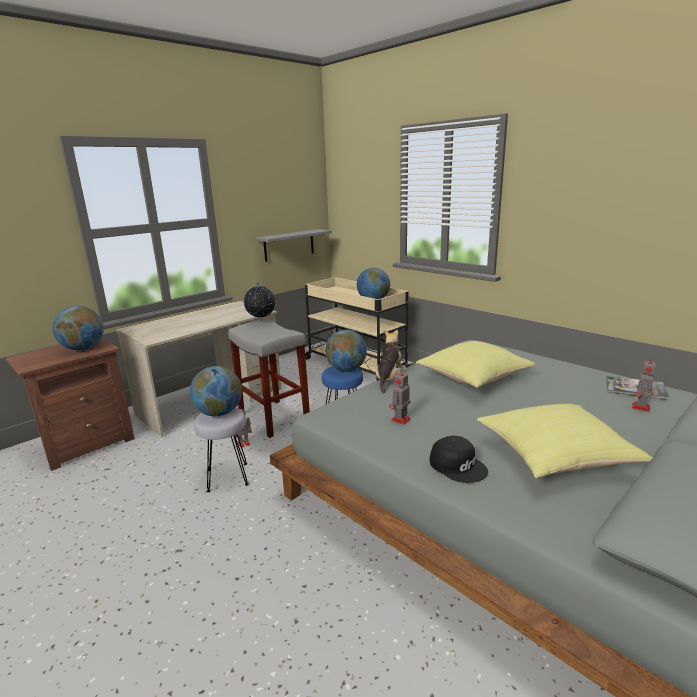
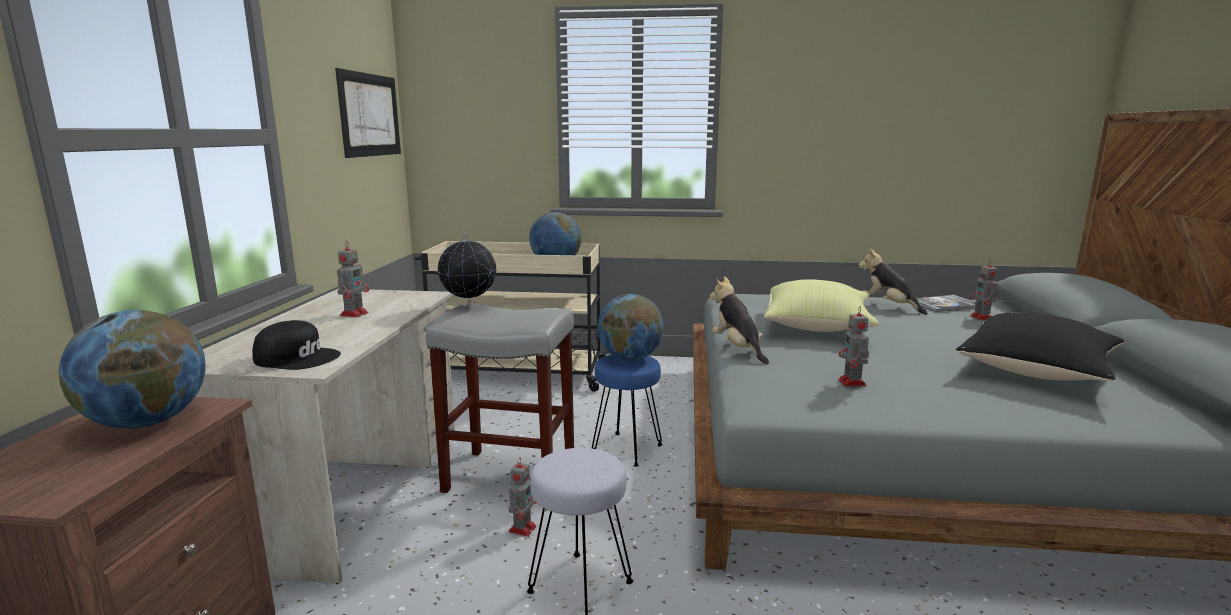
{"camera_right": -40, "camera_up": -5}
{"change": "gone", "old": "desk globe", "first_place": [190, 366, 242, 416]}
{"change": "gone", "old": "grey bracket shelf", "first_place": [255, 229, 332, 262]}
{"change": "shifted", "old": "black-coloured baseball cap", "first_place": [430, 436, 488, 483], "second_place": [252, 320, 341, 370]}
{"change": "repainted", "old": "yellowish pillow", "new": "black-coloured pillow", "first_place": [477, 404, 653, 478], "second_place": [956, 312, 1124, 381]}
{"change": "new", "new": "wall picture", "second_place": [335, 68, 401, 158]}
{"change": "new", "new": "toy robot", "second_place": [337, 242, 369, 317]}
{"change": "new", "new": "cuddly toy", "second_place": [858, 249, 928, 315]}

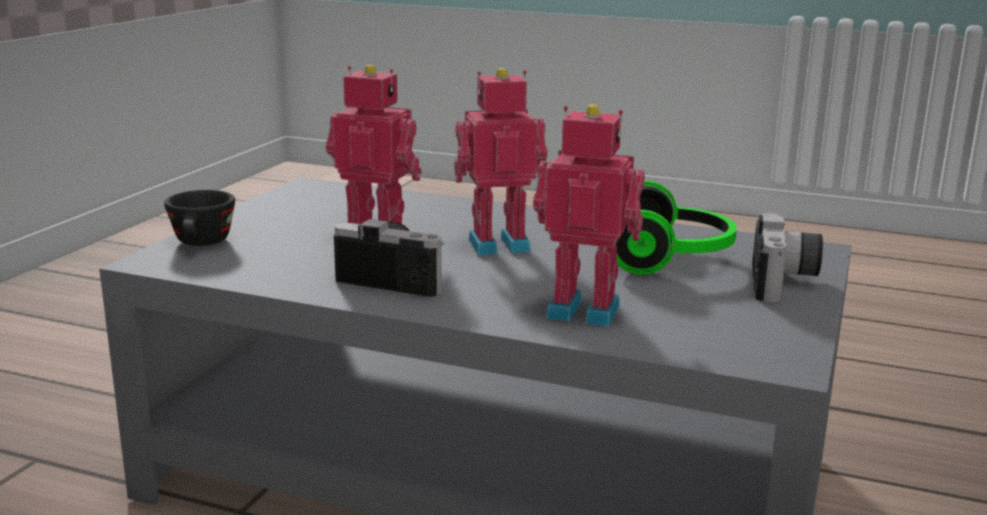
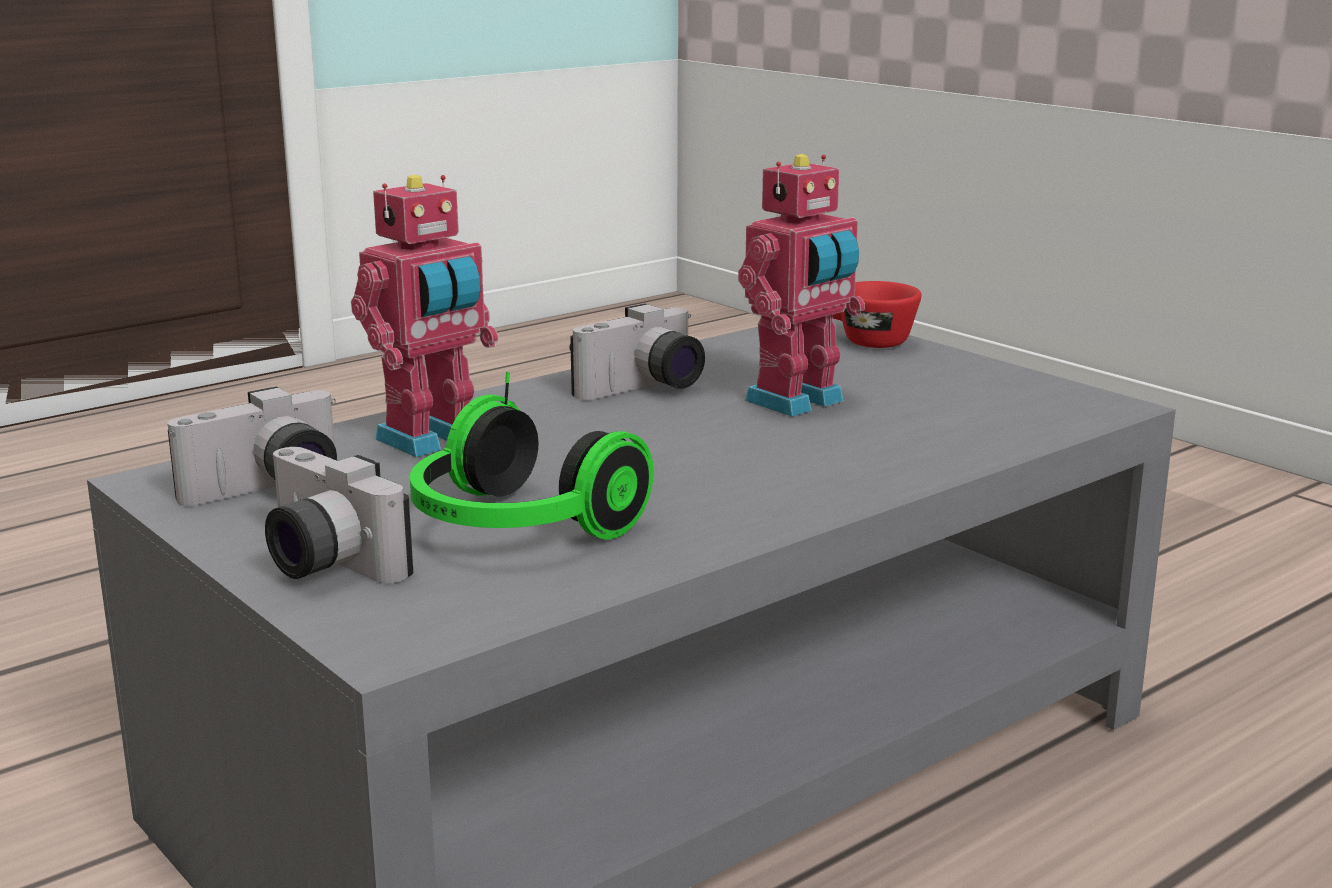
{"camera_right": 120, "camera_up": 0}
{"change": "repainted", "old": "black-coloured drinking cup", "new": "reddish drinking cup", "first_place": [164, 190, 235, 246], "second_place": [833, 281, 922, 348]}
{"change": "gone", "old": "toy robot", "first_place": [454, 68, 548, 255]}
{"change": "new", "new": "photo camera", "second_place": [168, 386, 337, 506]}

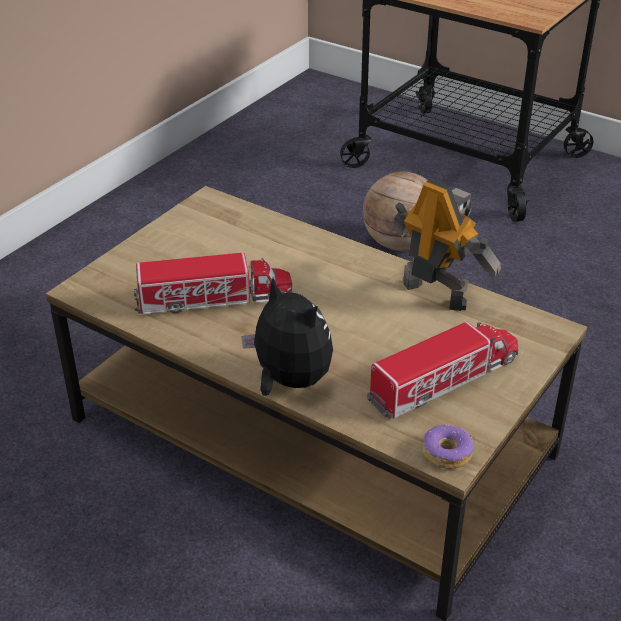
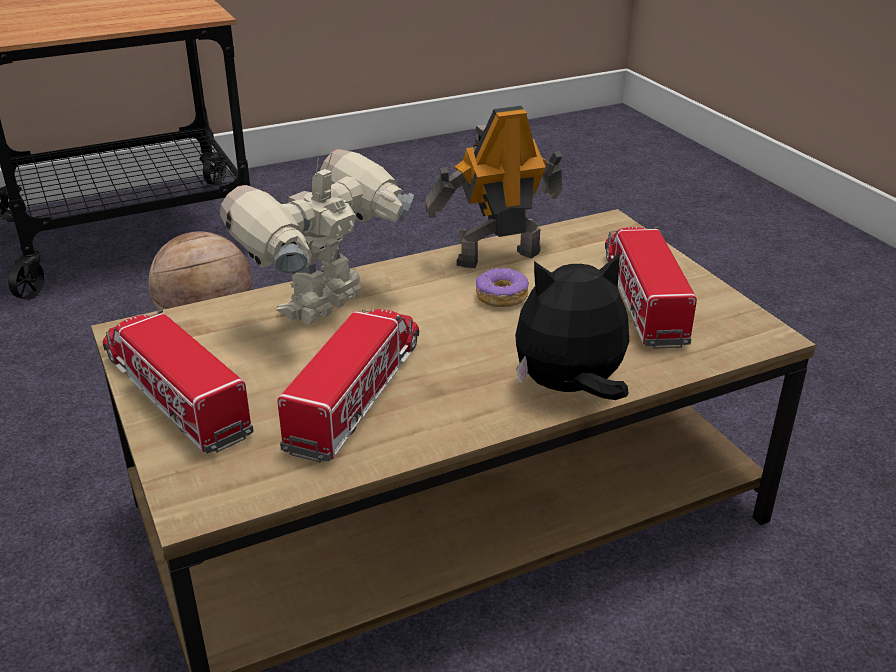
{"camera_right": -60, "camera_up": -5}
{"change": "shifted", "old": "doughnut", "first_place": [423, 425, 474, 469], "second_place": [476, 267, 529, 307]}
{"change": "new", "new": "toy truck", "second_place": [103, 309, 254, 453]}
{"change": "new", "new": "toy robot", "second_place": [220, 149, 414, 325]}

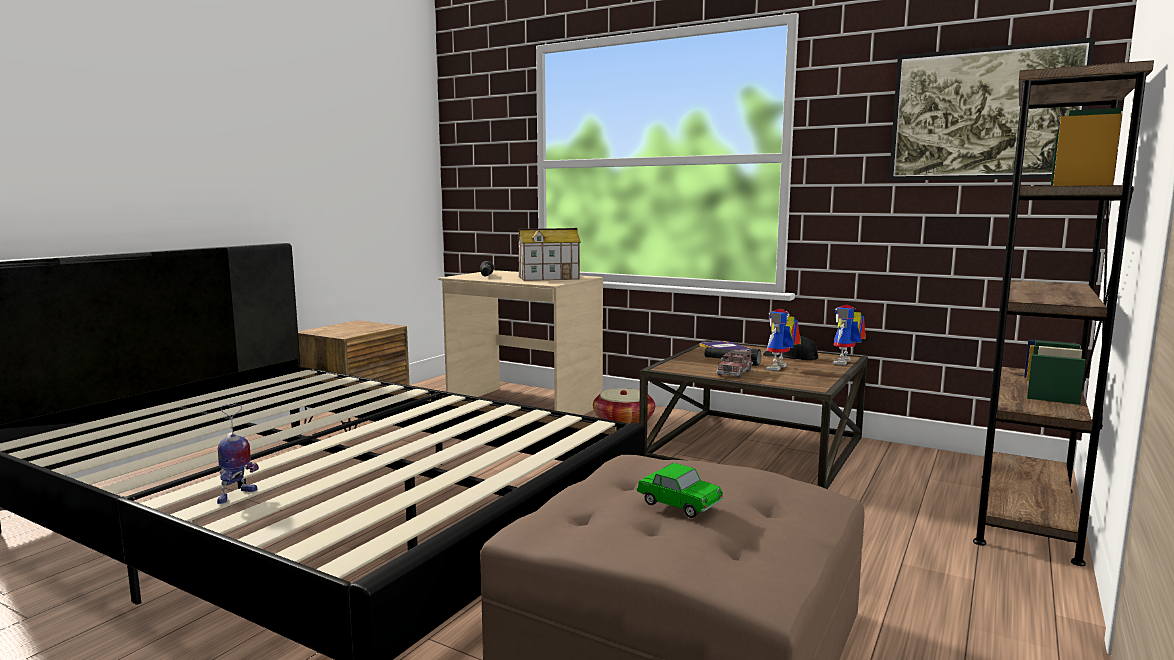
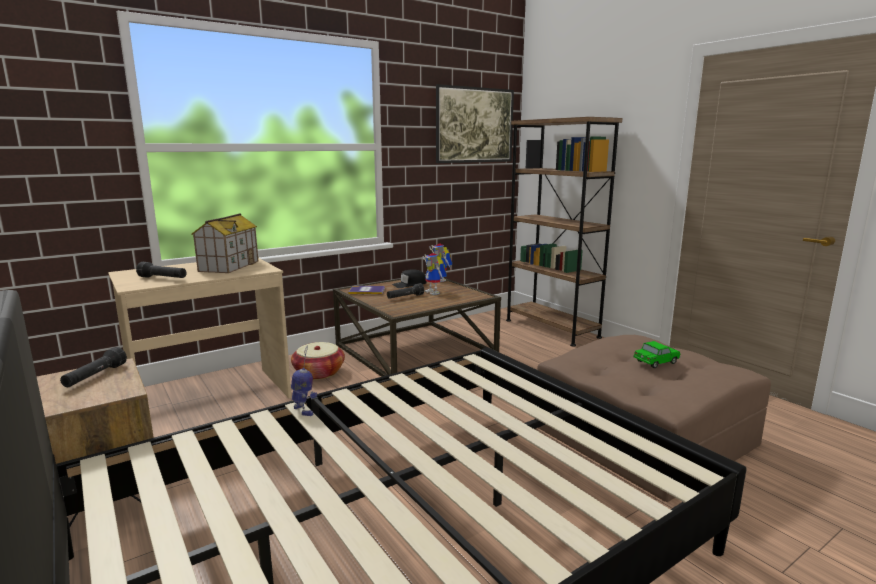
{"camera_right": -65, "camera_up": 5}
{"change": "shifted", "old": "toy robot", "first_place": [217, 404, 259, 504], "second_place": [291, 345, 317, 416]}
{"change": "gone", "old": "toy truck", "first_place": [716, 348, 753, 378]}
{"change": "new", "new": "black-coloured flashlight", "second_place": [60, 347, 127, 387]}

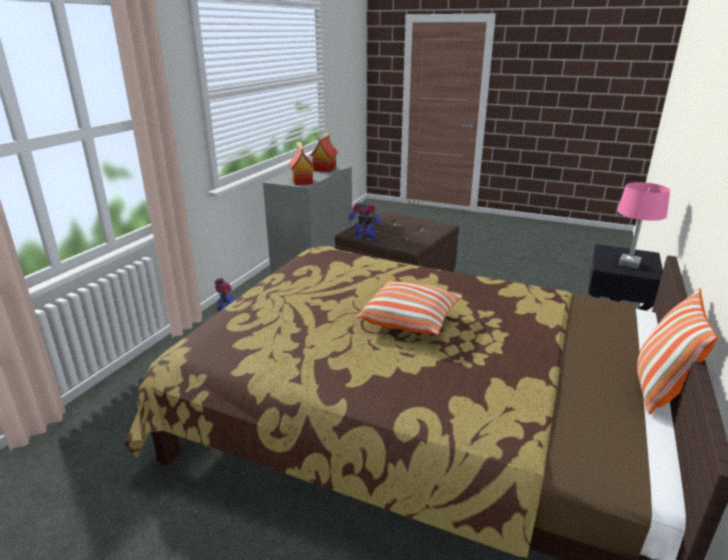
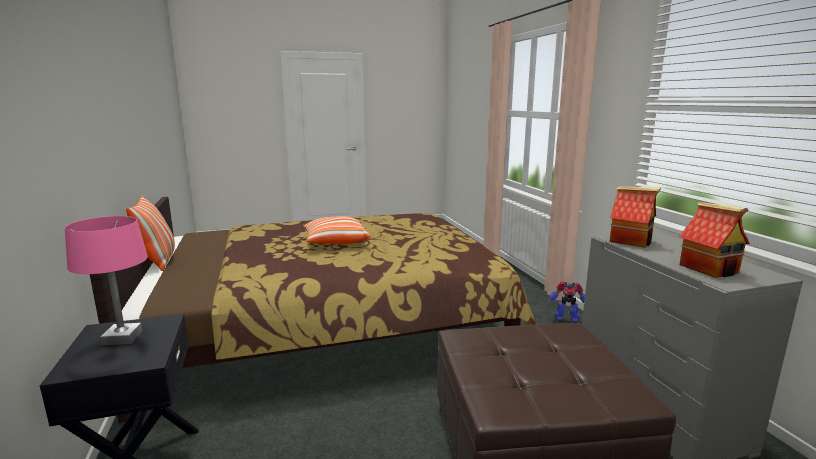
{"camera_right": 140, "camera_up": -10}
{"change": "gone", "old": "toy robot", "first_place": [348, 202, 383, 241]}

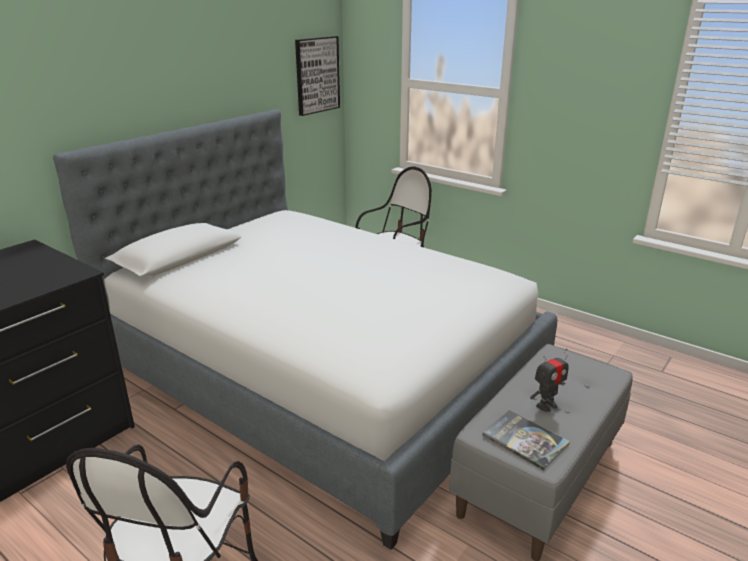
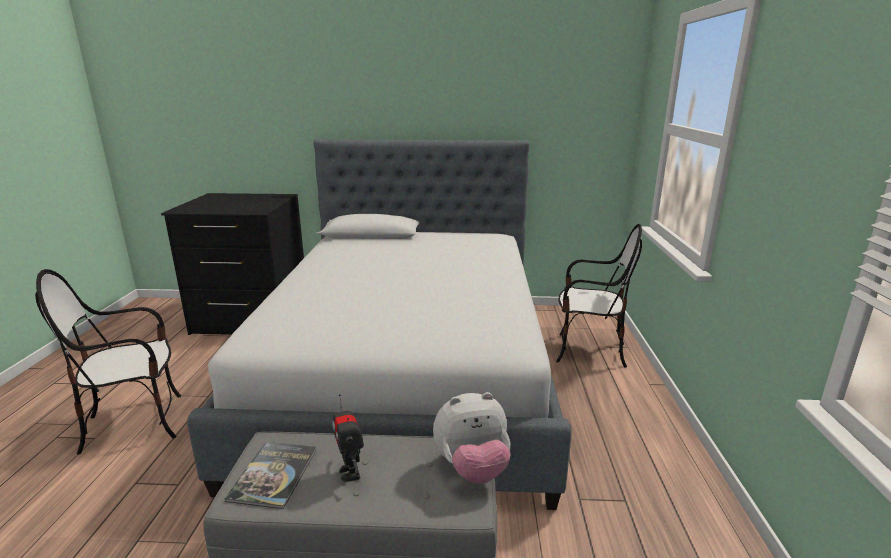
{"camera_right": 55, "camera_up": -5}
{"change": "gone", "old": "wall picture", "first_place": [295, 36, 340, 116]}
{"change": "rotated", "old": "toy robot", "first_place": [530, 348, 569, 412], "second_place": [332, 394, 364, 482], "degrees": 45}
{"change": "new", "new": "cuddly toy", "second_place": [433, 392, 511, 484]}

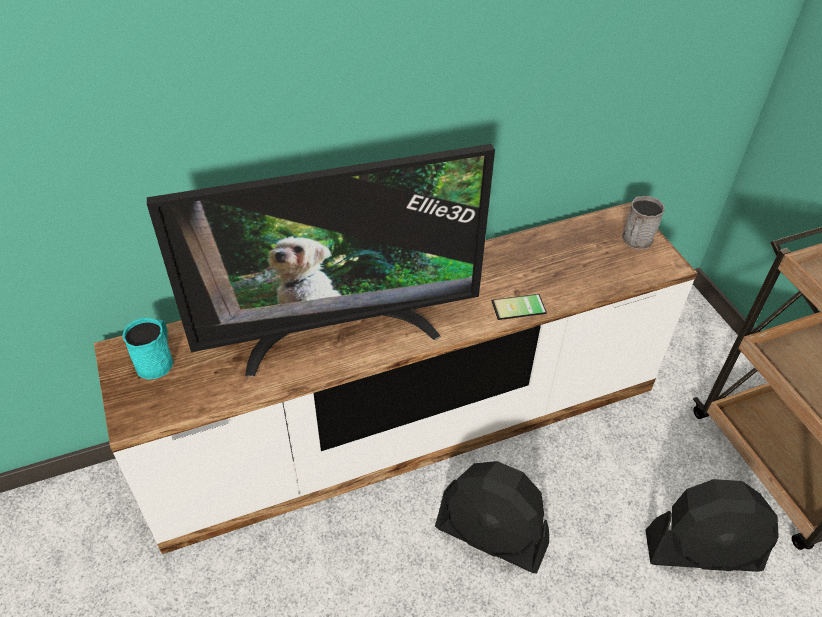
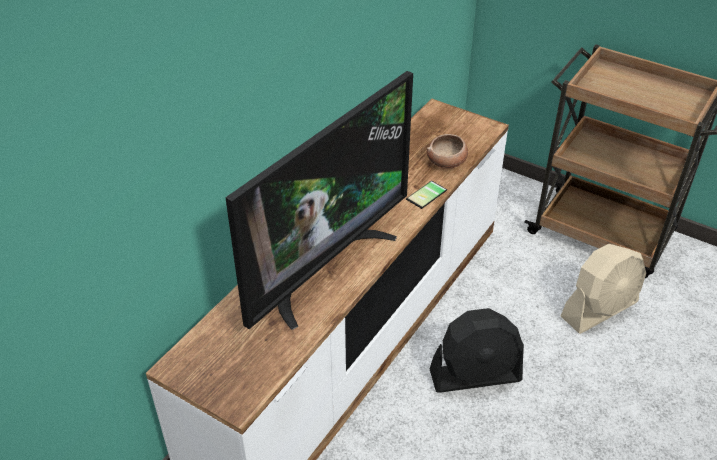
{"camera_right": -35, "camera_up": -5}
{"change": "gone", "old": "blue-green mug", "first_place": [122, 318, 173, 380]}
{"change": "gone", "old": "grey mug", "first_place": [622, 196, 665, 250]}
{"change": "repainted", "old": "black-coloured cooling fan", "new": "sand-coloured cooling fan", "first_place": [645, 479, 779, 572], "second_place": [561, 244, 646, 334]}
{"change": "new", "new": "serving bowl", "second_place": [427, 134, 468, 169]}

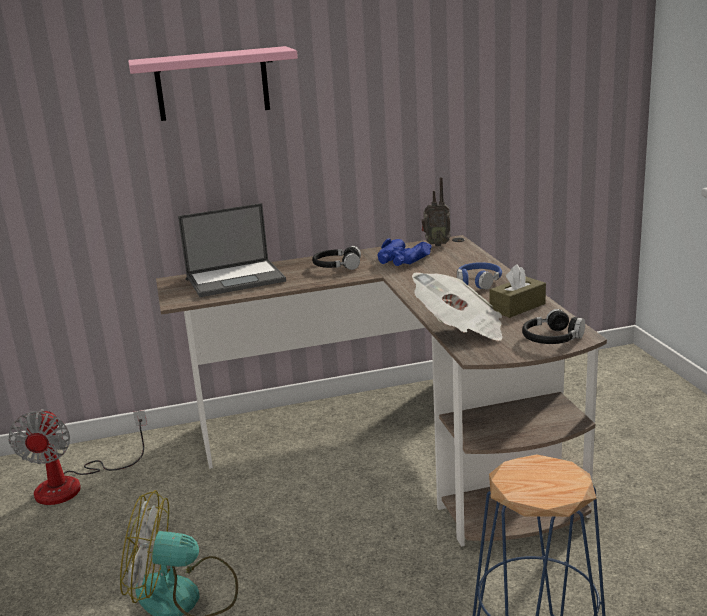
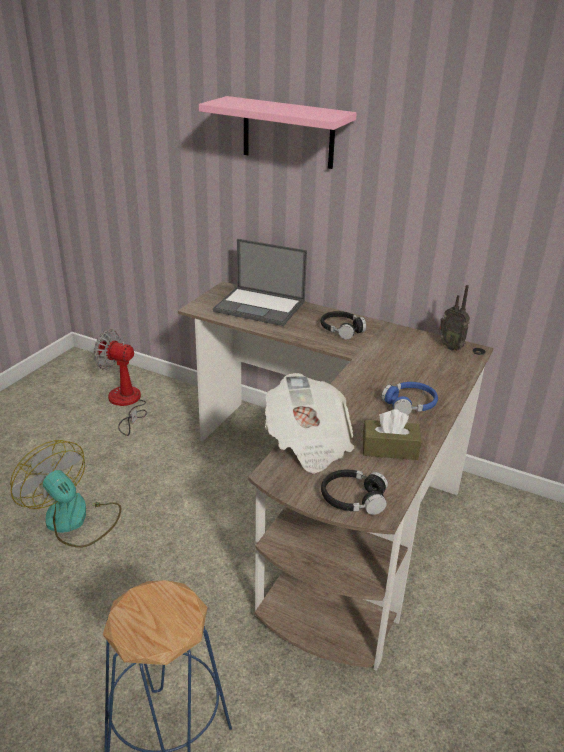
{"camera_right": 40, "camera_up": 10}
{"change": "rotated", "old": "cooling fan", "first_place": [8, 409, 147, 505], "second_place": [94, 329, 147, 436], "degrees": 75}
{"change": "gone", "old": "blue-coloured binoculars", "first_place": [378, 238, 432, 266]}

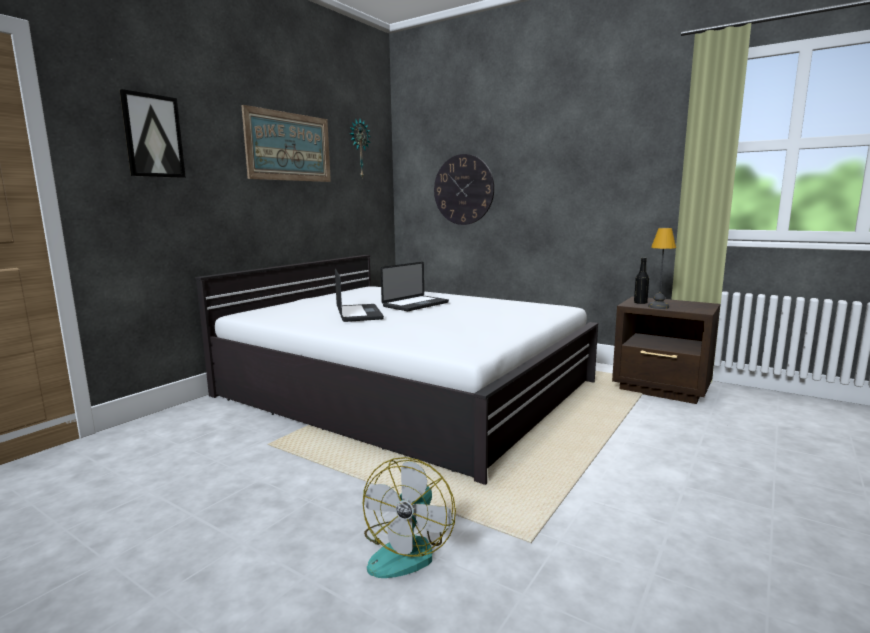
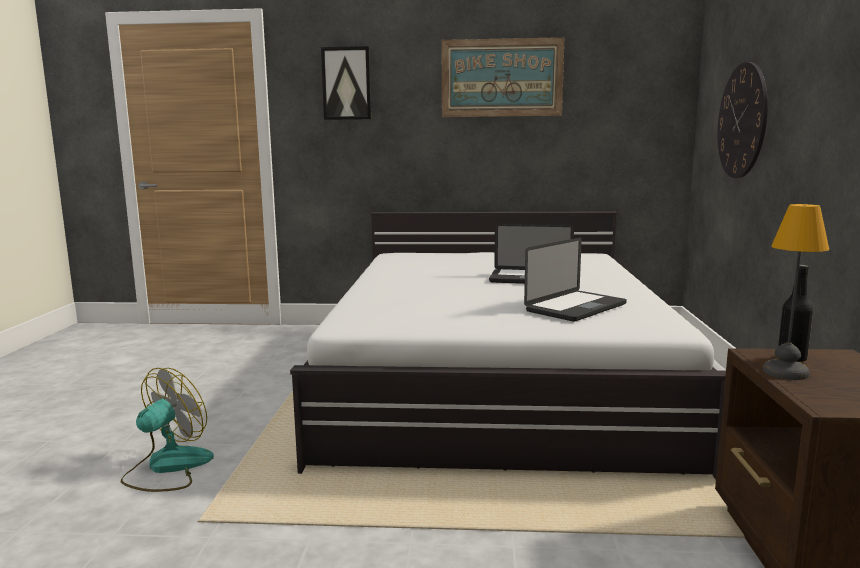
{"camera_right": 60, "camera_up": 0}
{"change": "shifted", "old": "portable computer", "first_place": [335, 269, 384, 322], "second_place": [524, 238, 627, 322]}
{"change": "gone", "old": "hanging clock", "first_place": [349, 118, 371, 177]}
{"change": "rotated", "old": "cooling fan", "first_place": [363, 457, 456, 578], "second_place": [121, 368, 214, 492], "degrees": 135}

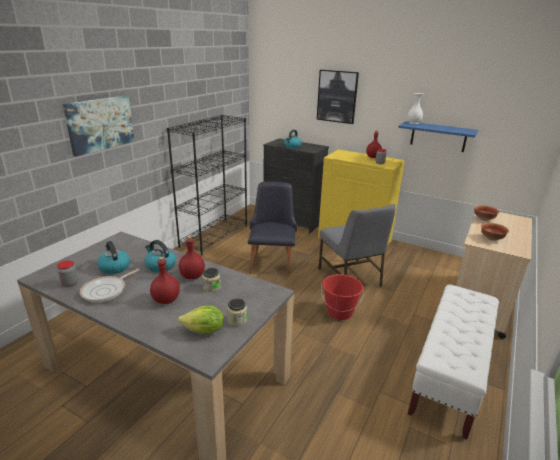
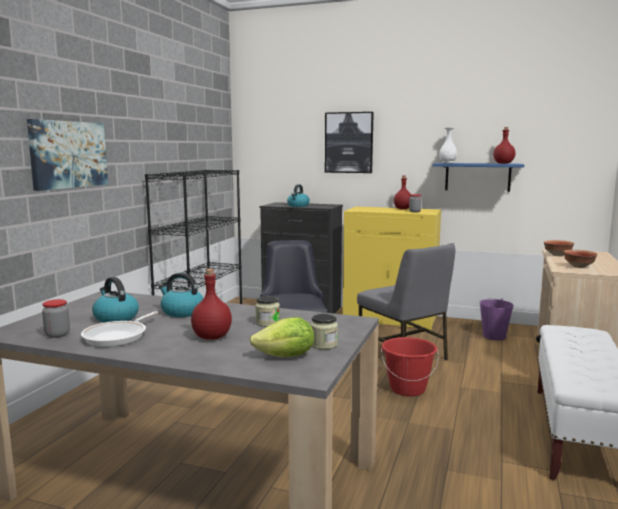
{"camera_right": -10, "camera_up": -15}
{"change": "shifted", "old": "reddish bottle", "first_place": [179, 236, 205, 279], "second_place": [493, 127, 515, 164]}
{"change": "new", "new": "purple-coloured bucket", "second_place": [479, 299, 514, 340]}

